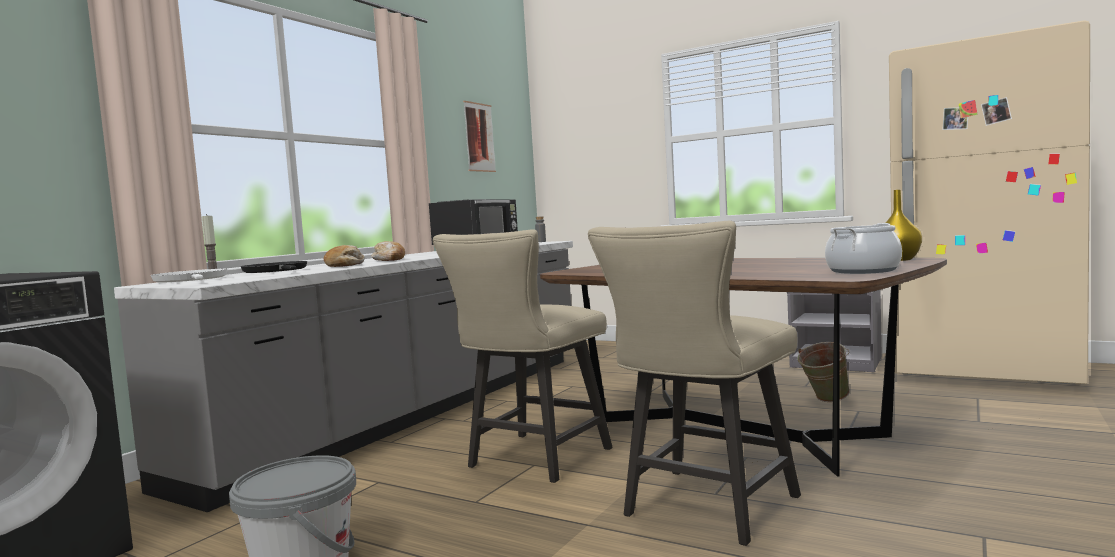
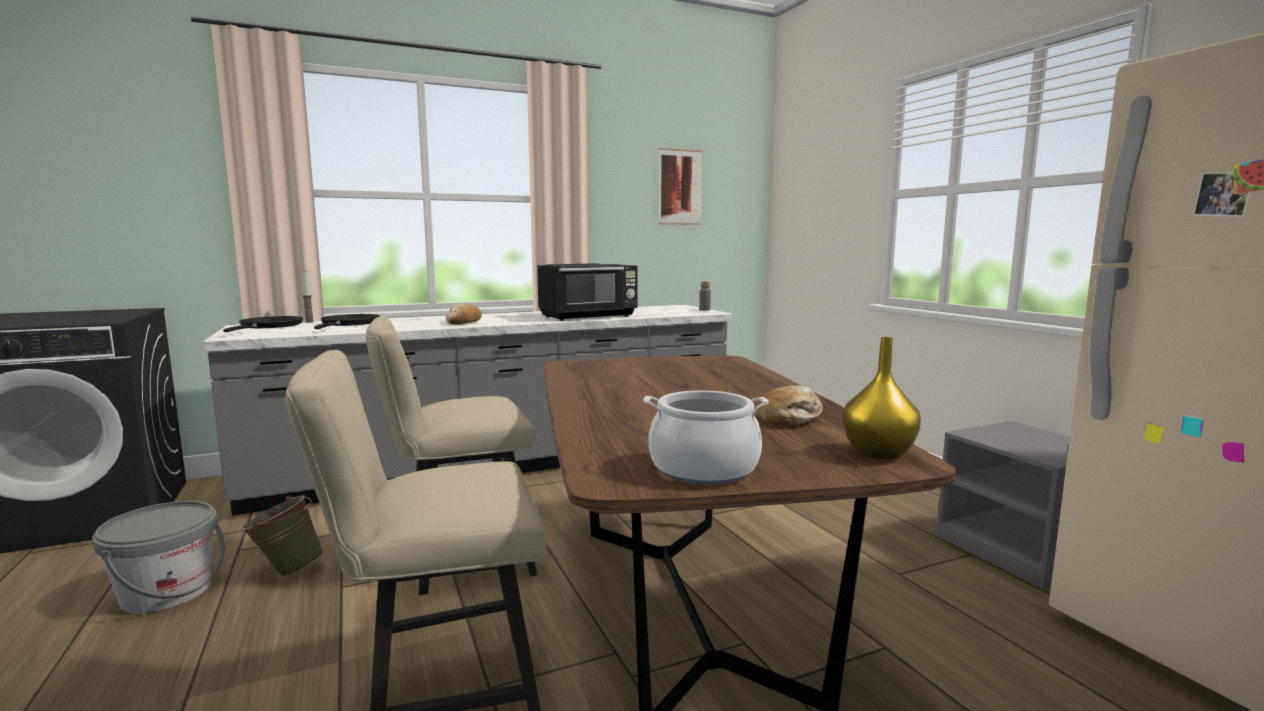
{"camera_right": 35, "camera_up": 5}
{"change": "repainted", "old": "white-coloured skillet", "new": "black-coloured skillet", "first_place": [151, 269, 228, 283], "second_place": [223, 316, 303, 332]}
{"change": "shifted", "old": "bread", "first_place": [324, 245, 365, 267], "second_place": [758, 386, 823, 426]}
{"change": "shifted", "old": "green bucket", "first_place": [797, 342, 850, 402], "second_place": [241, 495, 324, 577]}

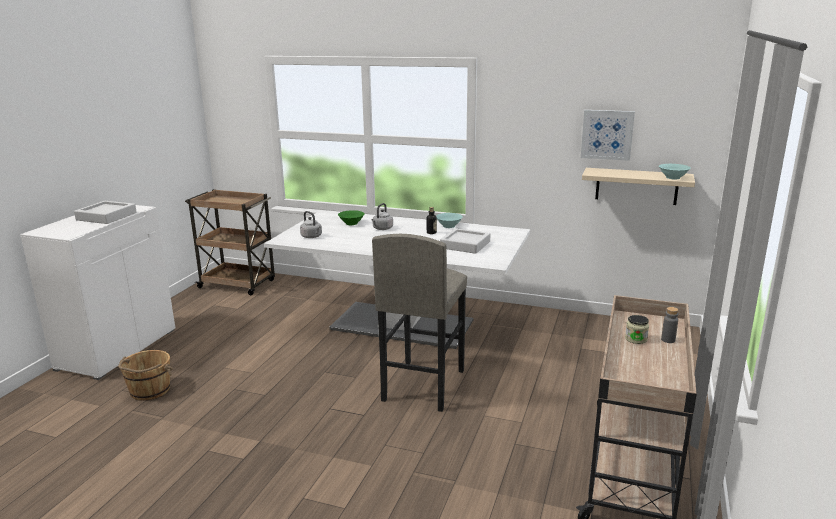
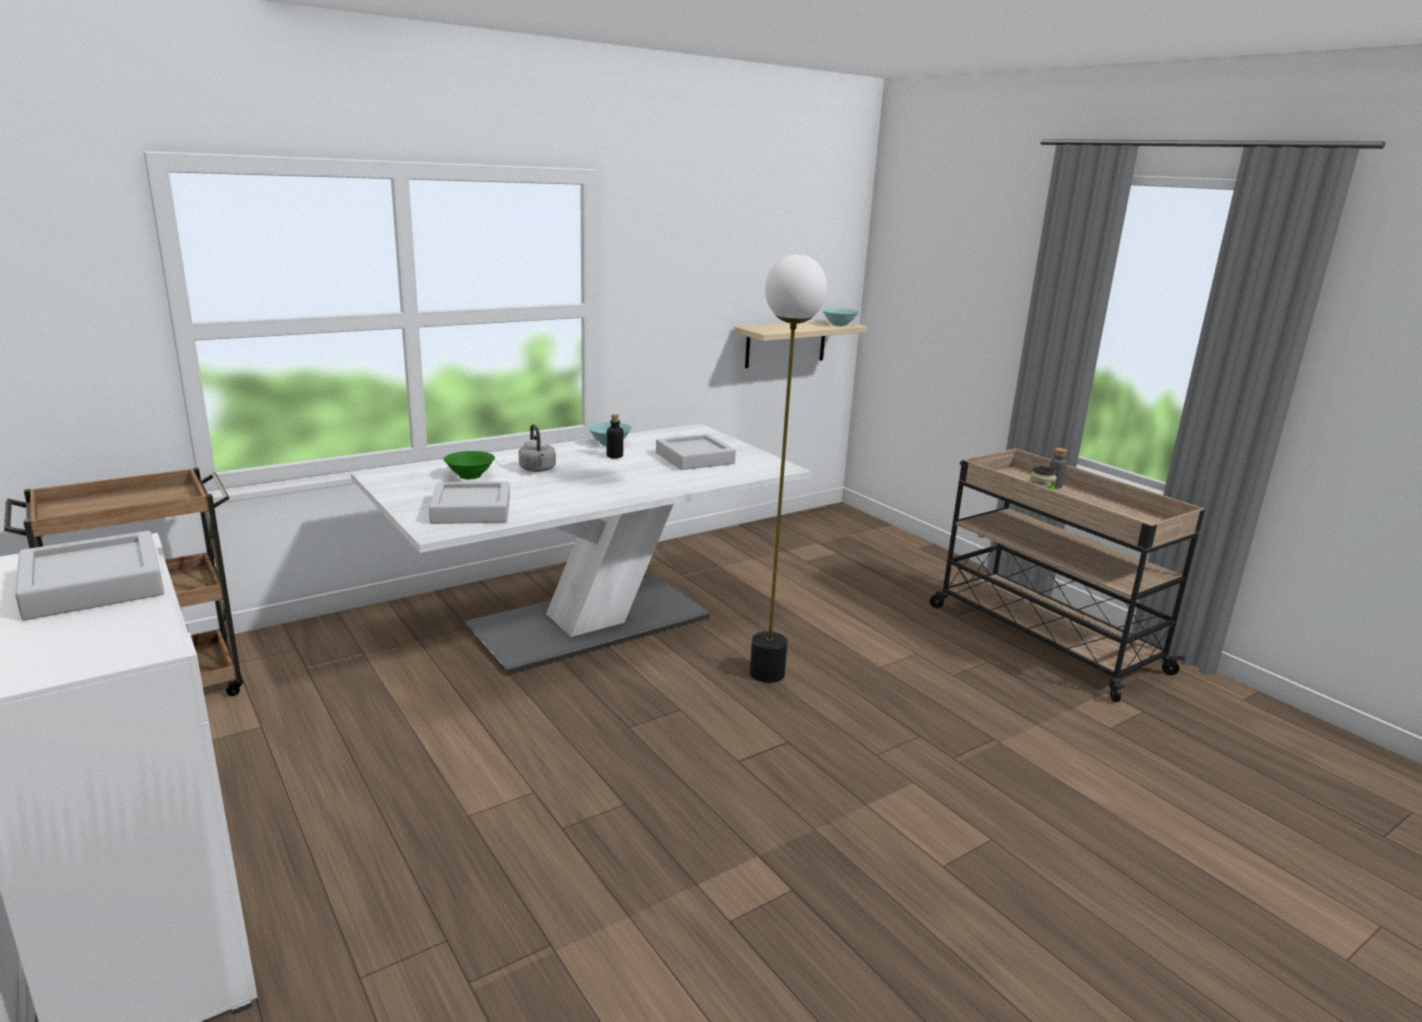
{"camera_right": -55, "camera_up": 0}
{"change": "gone", "old": "brown-coloured bucket", "first_place": [118, 350, 173, 401]}
{"change": "swapped", "old": "grey water kettle", "new": "grey carrying tray", "first_place": [300, 211, 322, 238], "second_place": [429, 481, 510, 524]}
{"change": "swapped", "old": "grey stool", "new": "standard lamp", "first_place": [372, 234, 467, 412], "second_place": [750, 254, 827, 683]}
{"change": "gone", "old": "wall picture", "first_place": [581, 110, 635, 161]}

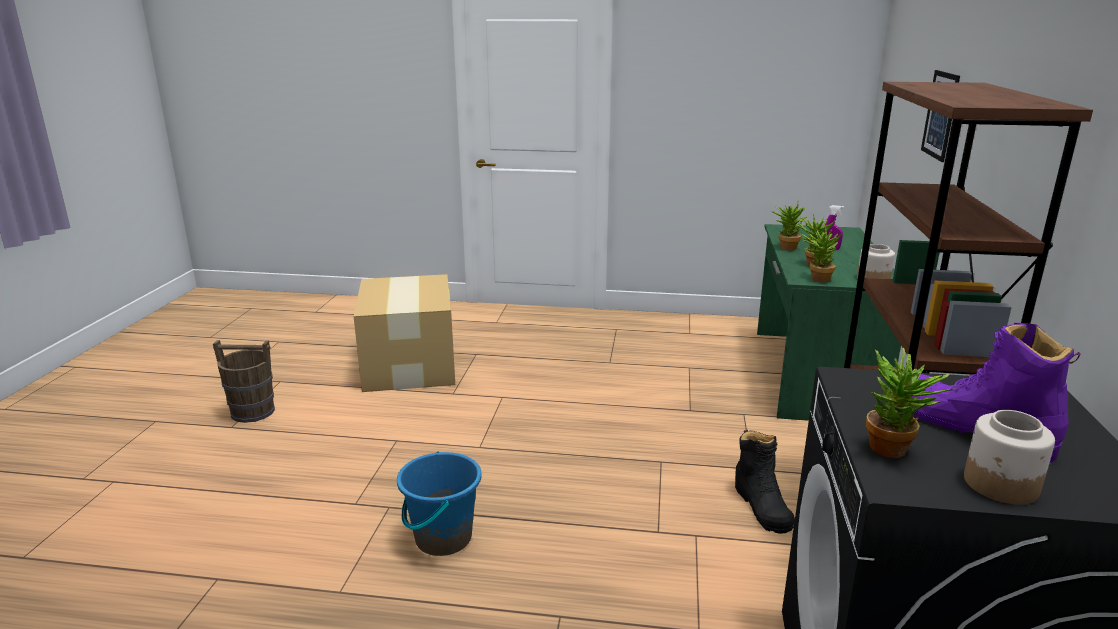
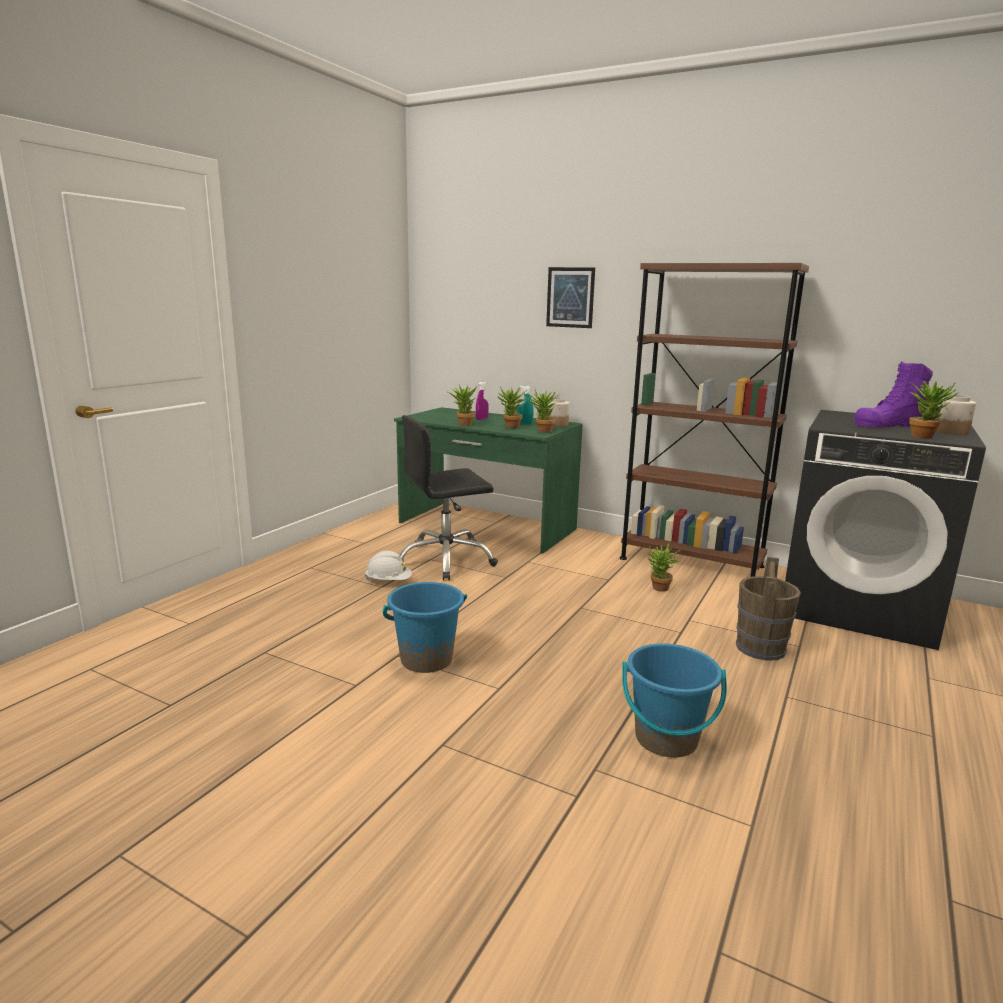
{"camera_right": -70, "camera_up": -5}
{"change": "shifted", "old": "brown-coloured bucket", "first_place": [213, 340, 275, 423], "second_place": [736, 556, 801, 660]}
{"change": "gone", "old": "carton", "first_place": [354, 274, 455, 392]}
{"change": "swapped", "old": "black-coloured boot", "new": "plant in a pot", "first_place": [735, 430, 795, 534], "second_place": [648, 544, 681, 592]}
{"change": "new", "new": "white-coloured work helmet", "second_place": [365, 551, 412, 580]}
{"change": "new", "new": "blue-coloured bucket", "second_place": [383, 582, 467, 673]}
{"change": "new", "new": "black-coloured desk chair", "second_place": [399, 415, 498, 580]}
{"change": "new", "new": "blue-green sprayer", "second_place": [516, 386, 534, 425]}

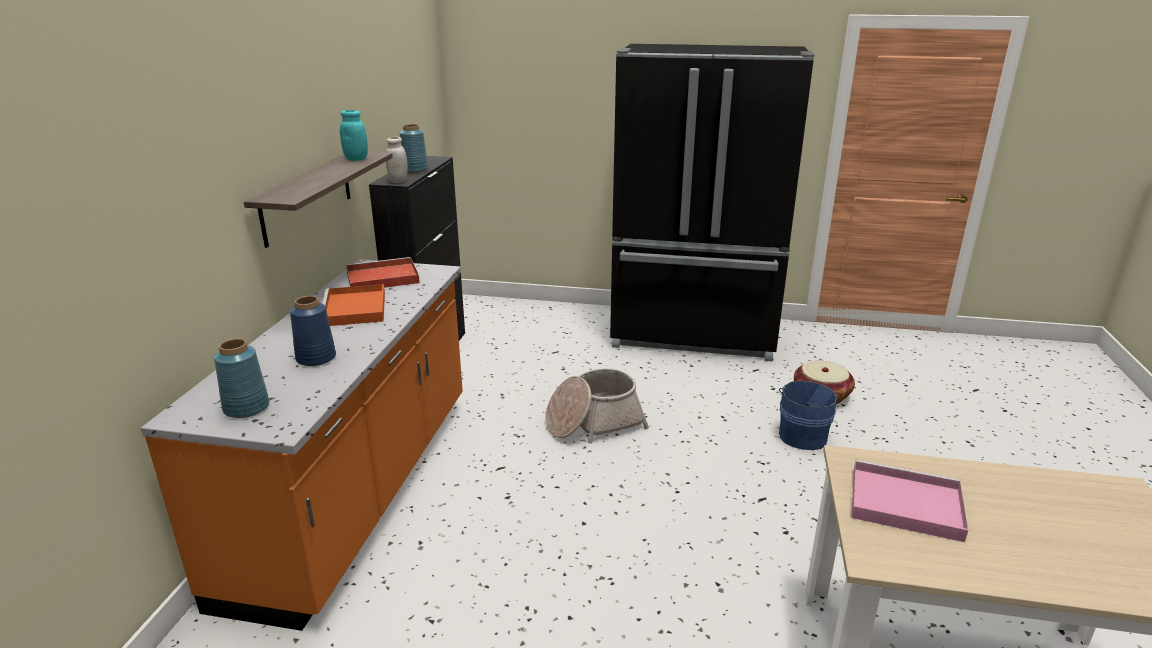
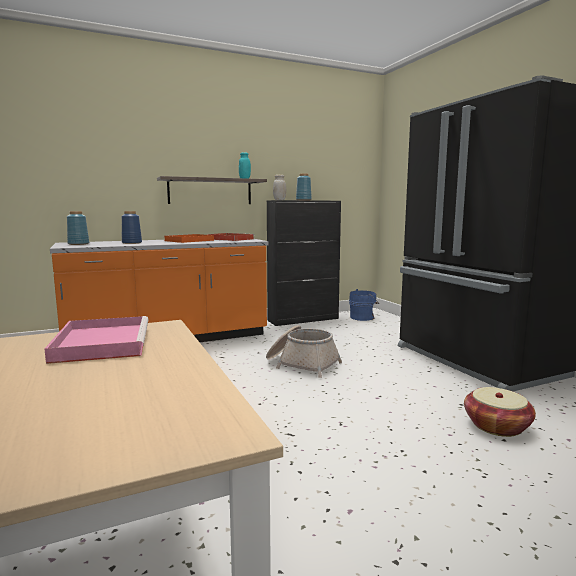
{"camera_right": 55, "camera_up": -15}
{"change": "shifted", "old": "blue-coloured bucket", "first_place": [779, 381, 840, 450], "second_place": [349, 289, 379, 321]}

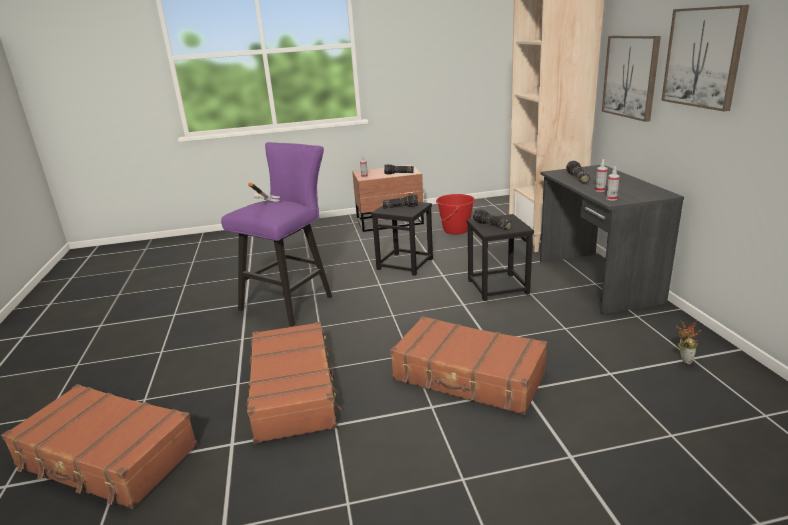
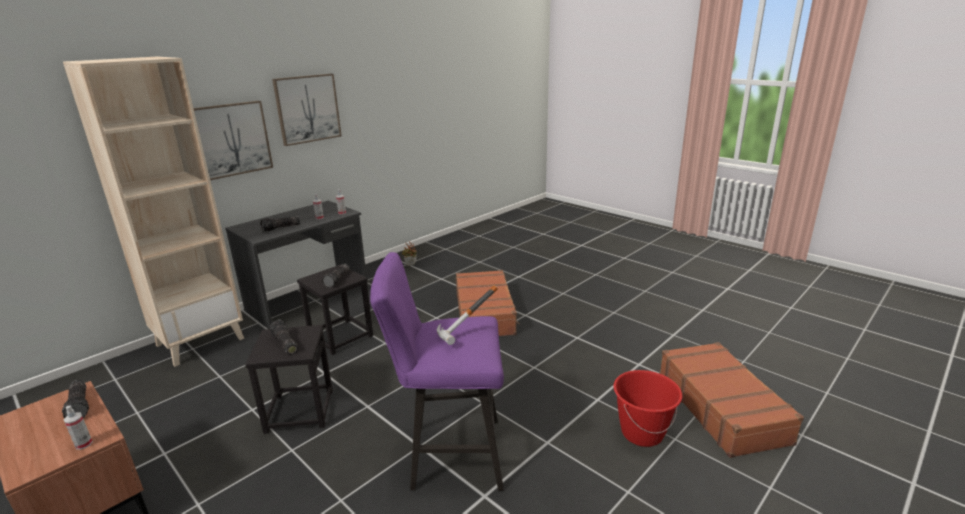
{"camera_right": -125, "camera_up": 0}
{"change": "gone", "old": "brown-coloured piece of luggage", "first_place": [247, 322, 342, 443]}
{"change": "shifted", "old": "reddish bucket", "first_place": [436, 194, 475, 235], "second_place": [613, 370, 682, 447]}

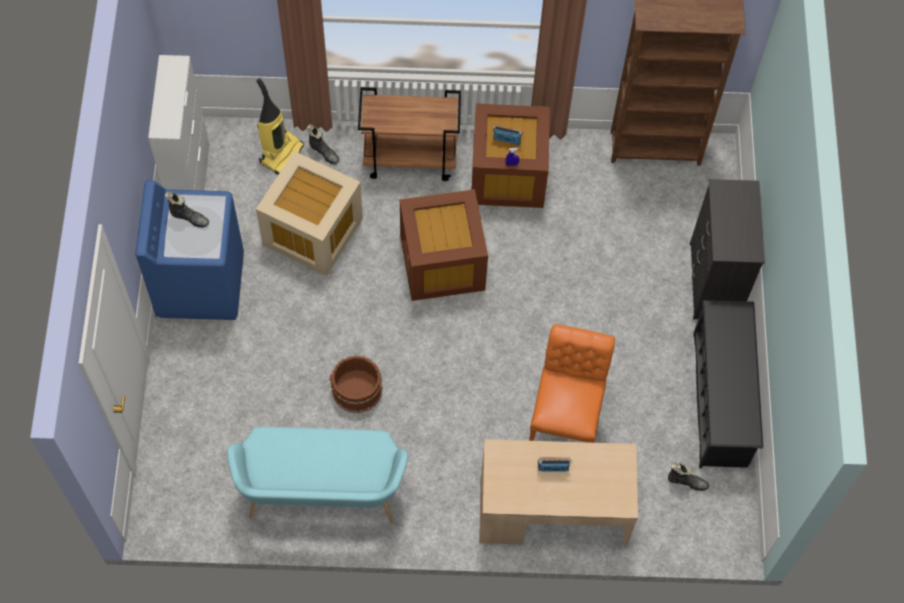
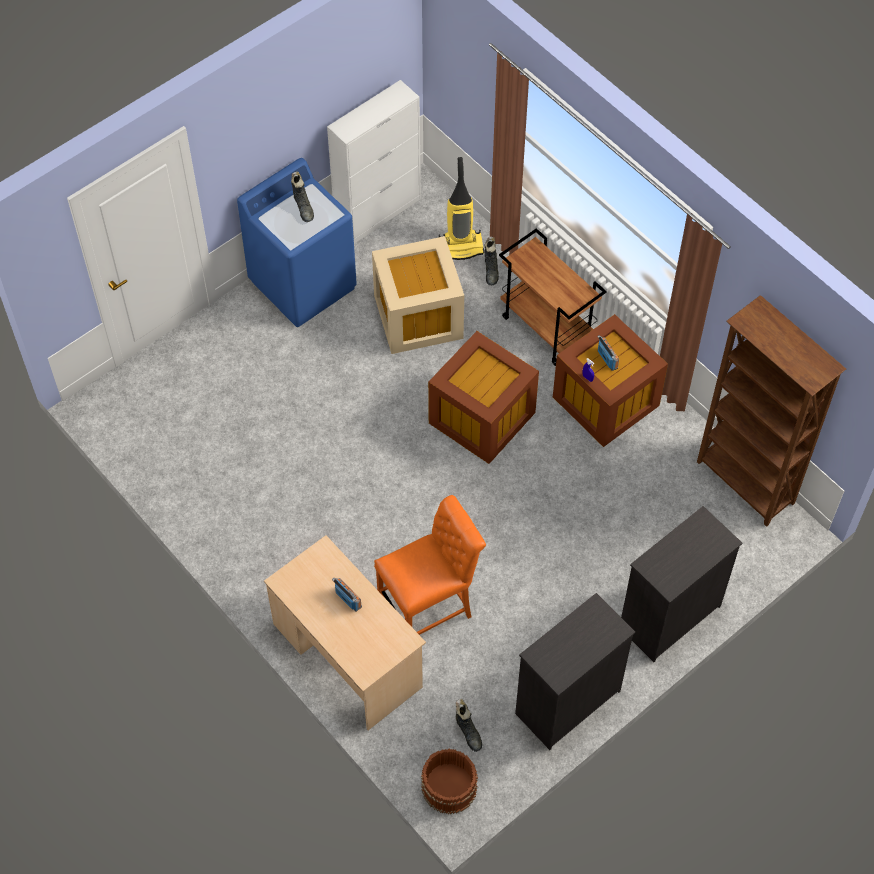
{"camera_right": 50, "camera_up": -5}
{"change": "gone", "old": "blue-green indoor bench", "first_place": [227, 427, 408, 524]}
{"change": "shifted", "old": "brown-coloured bucket", "first_place": [330, 356, 383, 413], "second_place": [421, 749, 478, 814]}
{"change": "swapped", "old": "black-coloured shoe rack", "new": "black-coloured chest of drawers", "first_place": [693, 300, 763, 468], "second_place": [515, 593, 635, 750]}

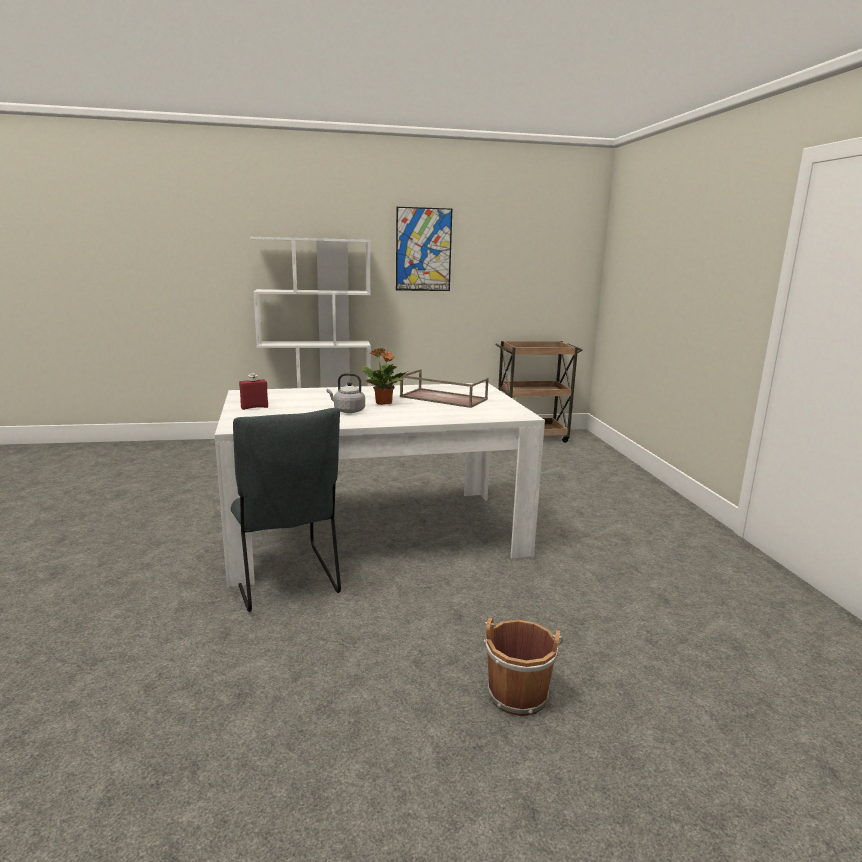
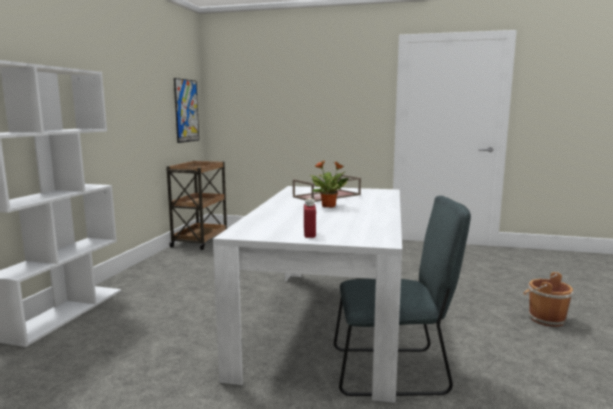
{"camera_right": -65, "camera_up": -5}
{"change": "gone", "old": "grey water kettle", "first_place": [327, 373, 365, 413]}
{"change": "shifted", "old": "wall picture", "first_place": [396, 207, 452, 291], "second_place": [174, 78, 199, 143]}

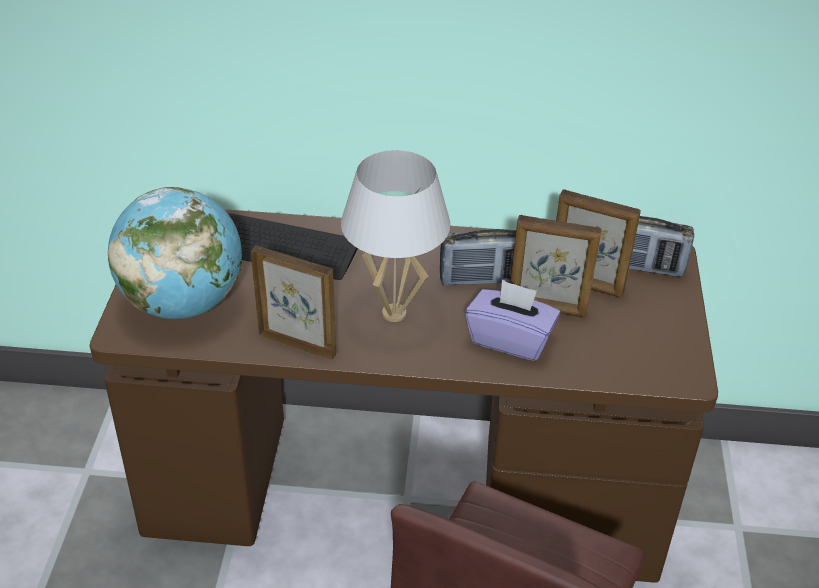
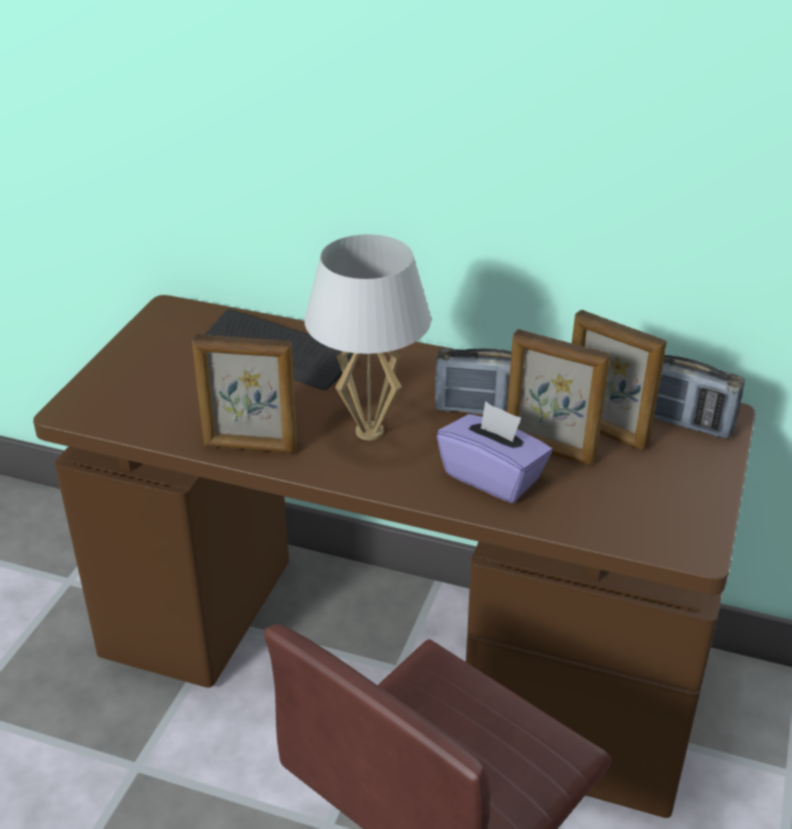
{"camera_right": 15, "camera_up": -5}
{"change": "gone", "old": "desk globe", "first_place": [108, 187, 242, 319]}
{"change": "rotated", "old": "standing frame", "first_place": [251, 246, 336, 360], "second_place": [192, 334, 297, 453], "degrees": 150}

